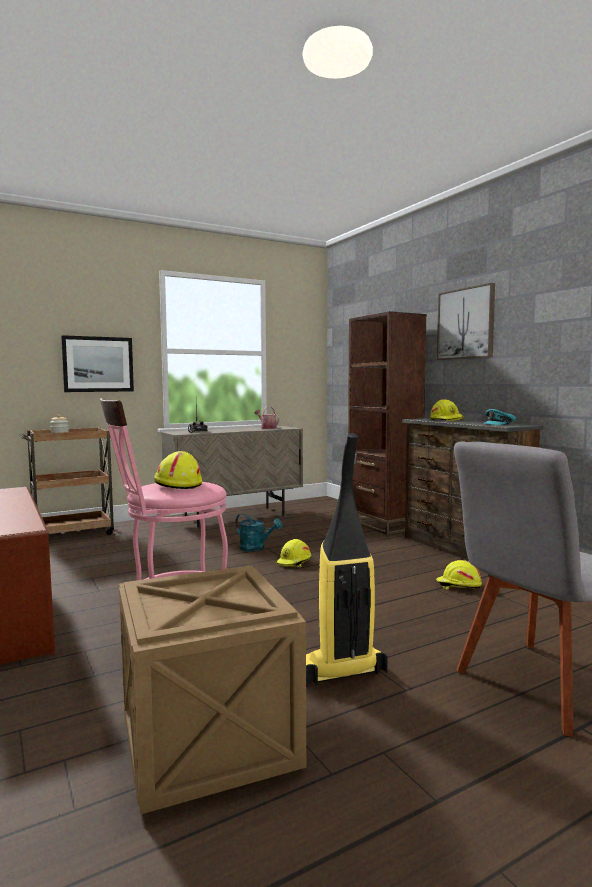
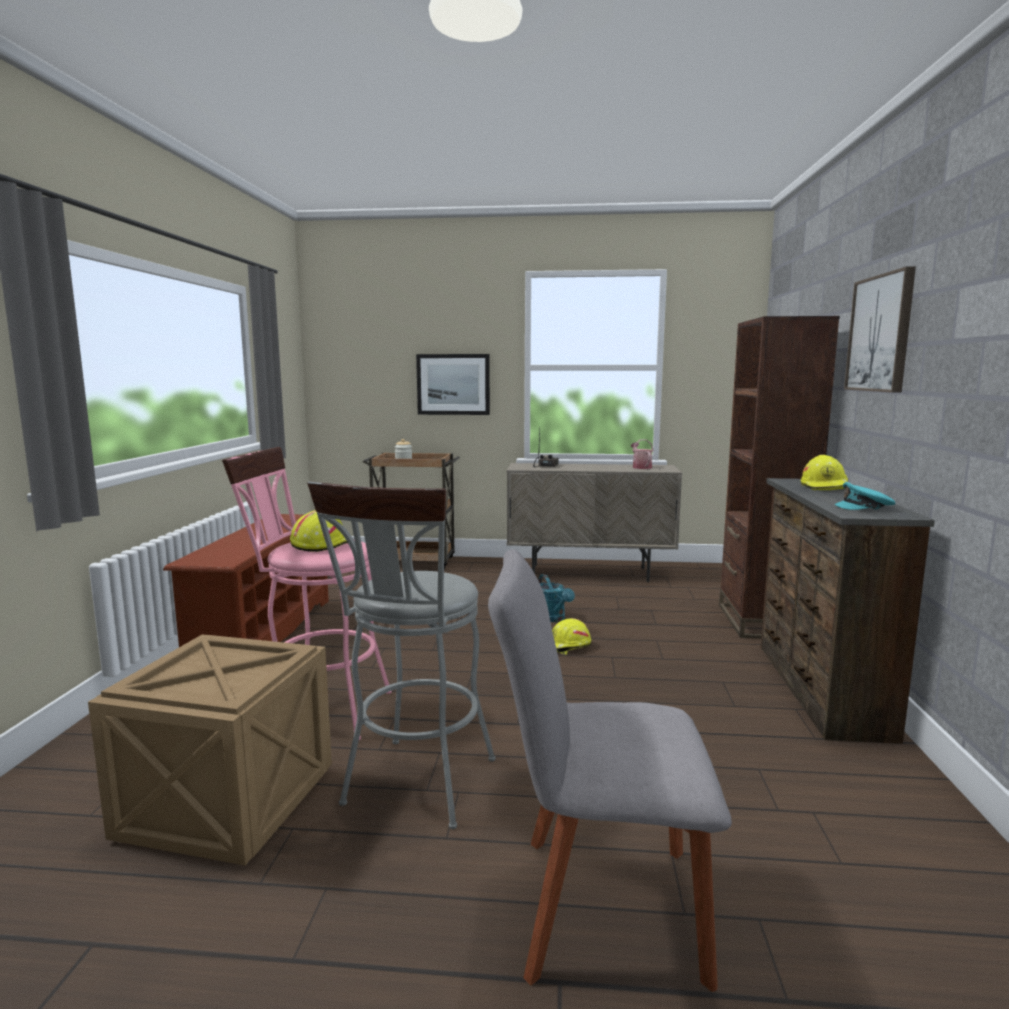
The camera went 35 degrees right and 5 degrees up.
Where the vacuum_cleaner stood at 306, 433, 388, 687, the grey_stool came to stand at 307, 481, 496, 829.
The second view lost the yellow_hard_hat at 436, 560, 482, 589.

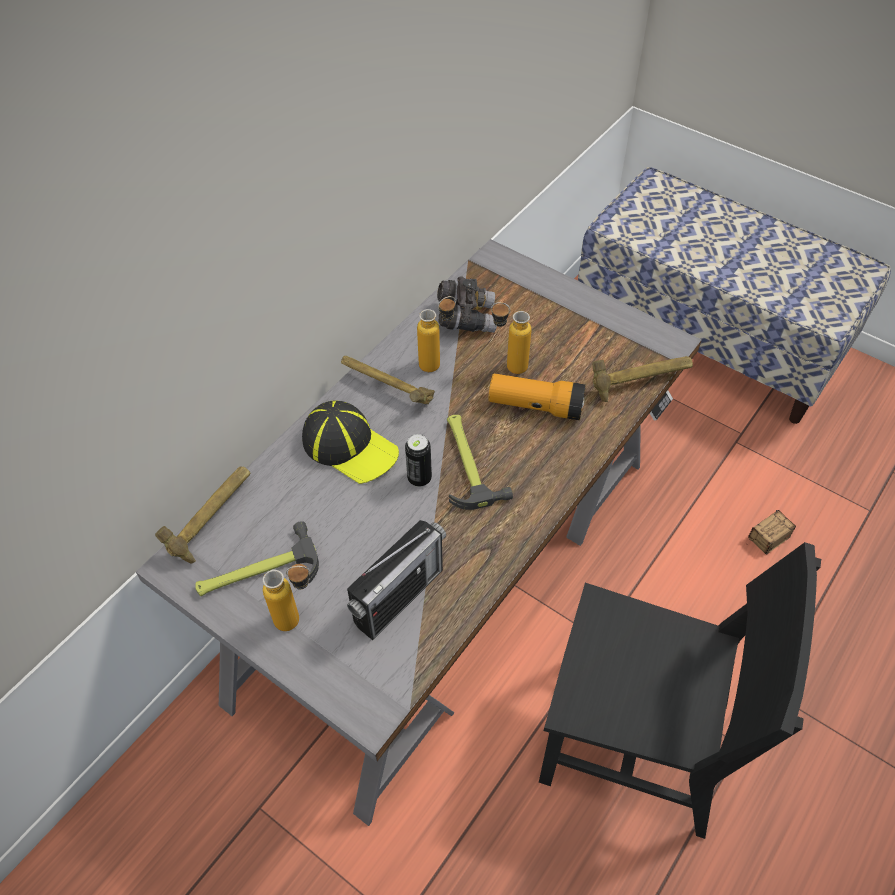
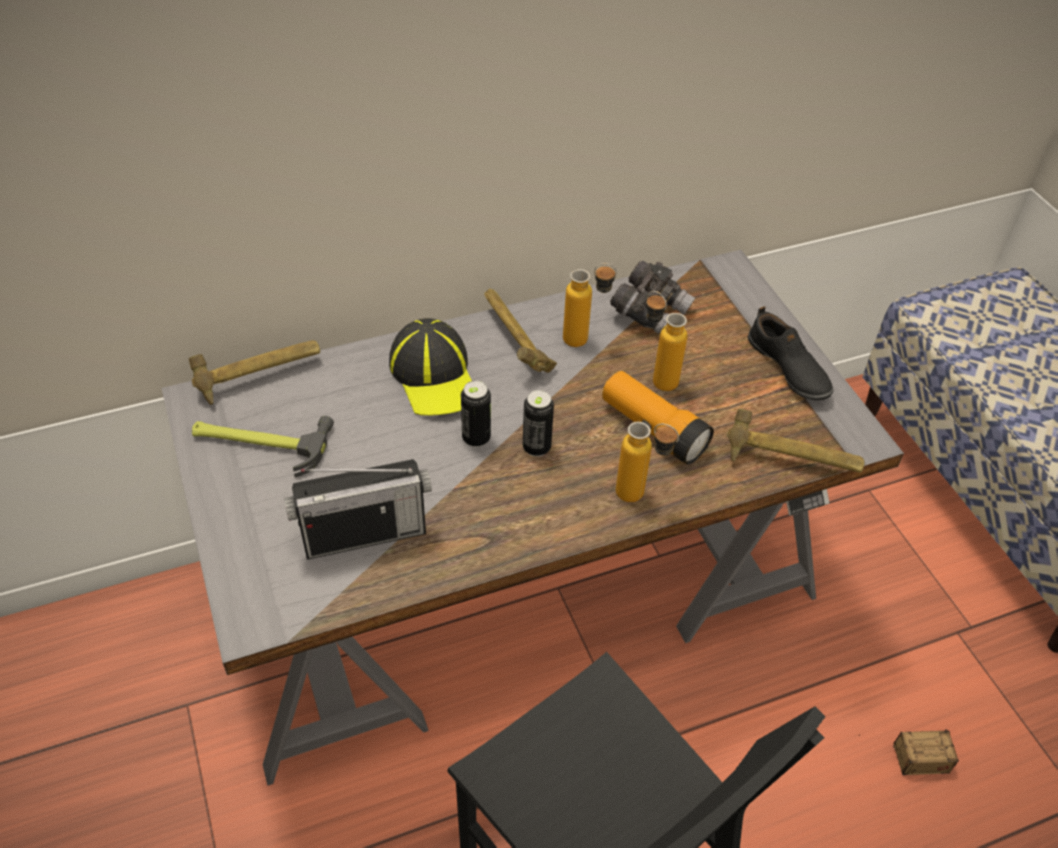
The camera went 30 degrees right and 5 degrees down.
Where the hammer stood at 447, 415, 513, 510, the can came to stand at 523, 390, 554, 457.
The bottle ended up elsewhere, having gone from 263, 564, 310, 631 to 616, 422, 679, 502.
The second view gained the black_shoe at 748, 306, 833, 400.

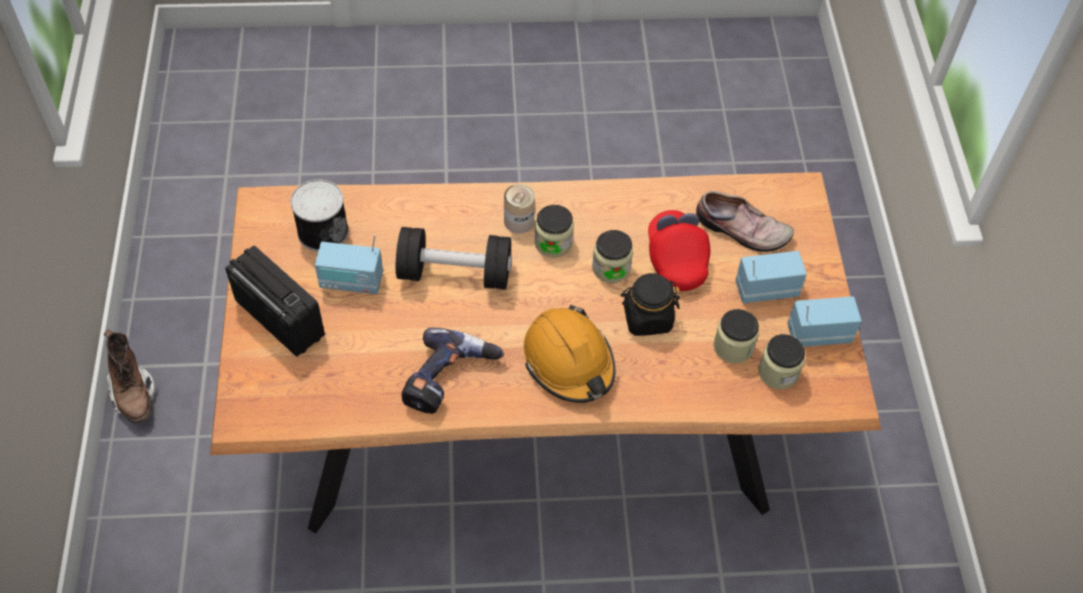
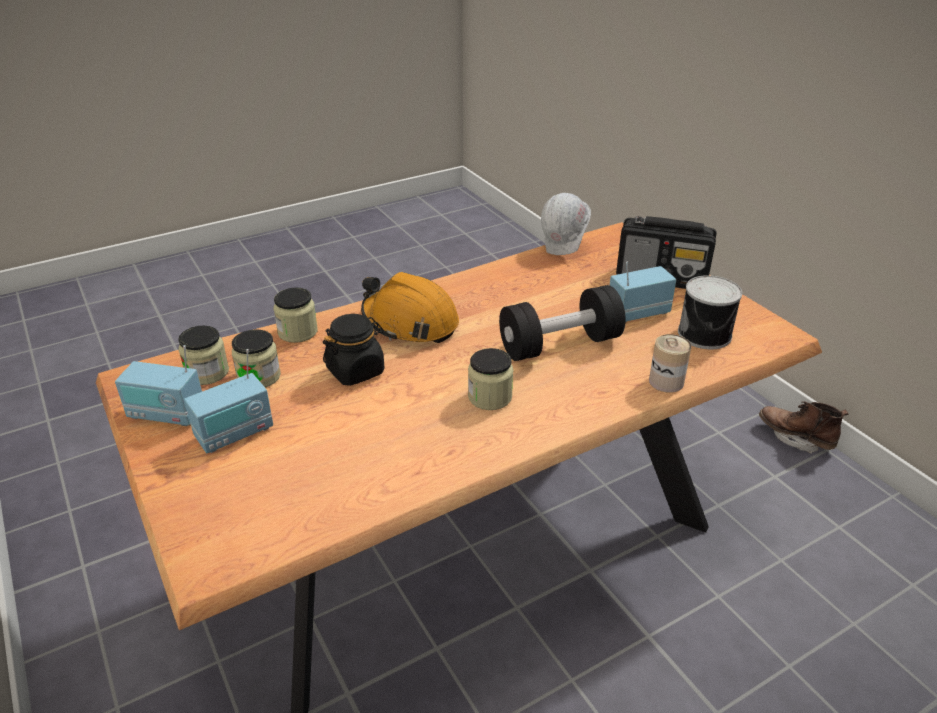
The camera went 155 degrees right and 20 degrees down.
The radio at 787, 296, 861, 347 ended up facing another way, 45 degrees clockwise from before.
The jar ended up elsewhere, having gone from 592, 230, 633, 283 to 274, 288, 318, 343.
The second view gained the white_hard_hat at 541, 193, 591, 255.
The can ended up elsewhere, having gone from 504, 184, 535, 234 to 649, 334, 692, 393.
The second view lost the power_drill at 402, 327, 504, 414.
The second view lost the red_cap at 648, 210, 710, 291.
The second view lost the shoe at 696, 191, 794, 252.

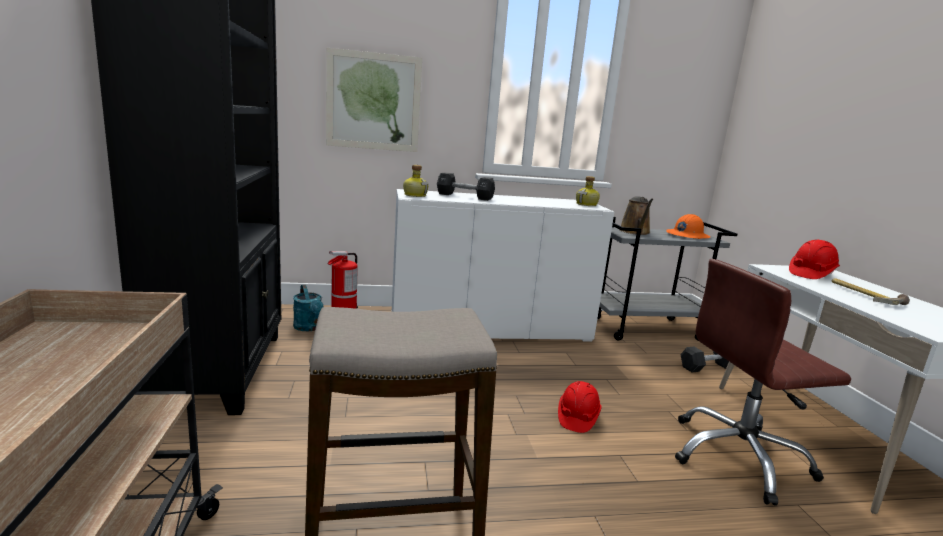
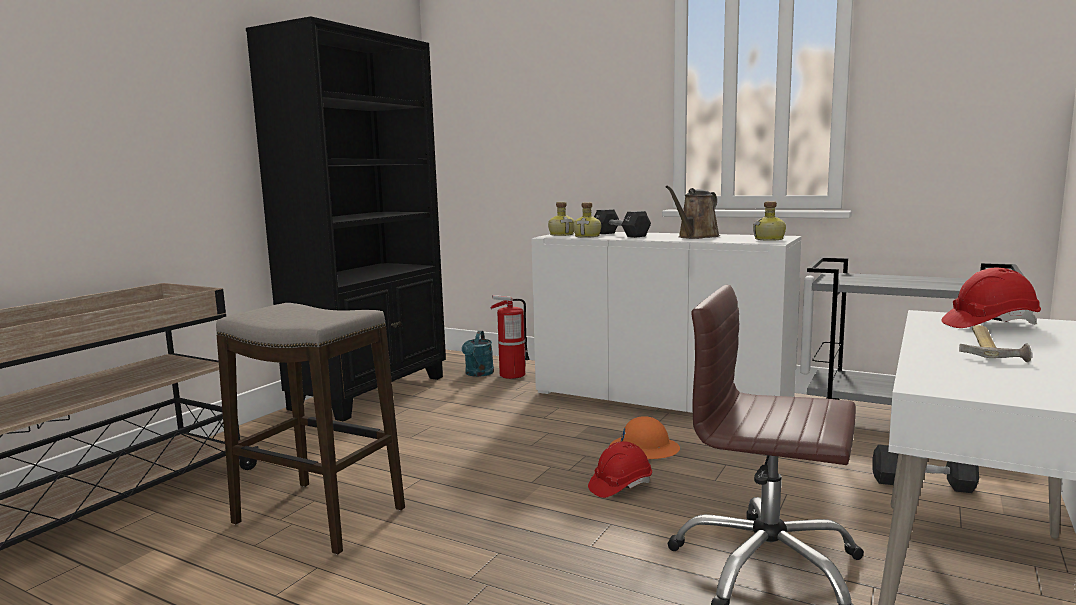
The camera went 40 degrees right and 5 degrees down.
The second view gained the bottle at 573, 202, 601, 238.
The orange_hard_hat ended up elsewhere, having gone from 666, 214, 710, 239 to 610, 416, 680, 459.
The brown_watering_can ended up elsewhere, having gone from 619, 197, 653, 235 to 666, 186, 720, 239.
The second view lost the picture at 326, 48, 422, 152.

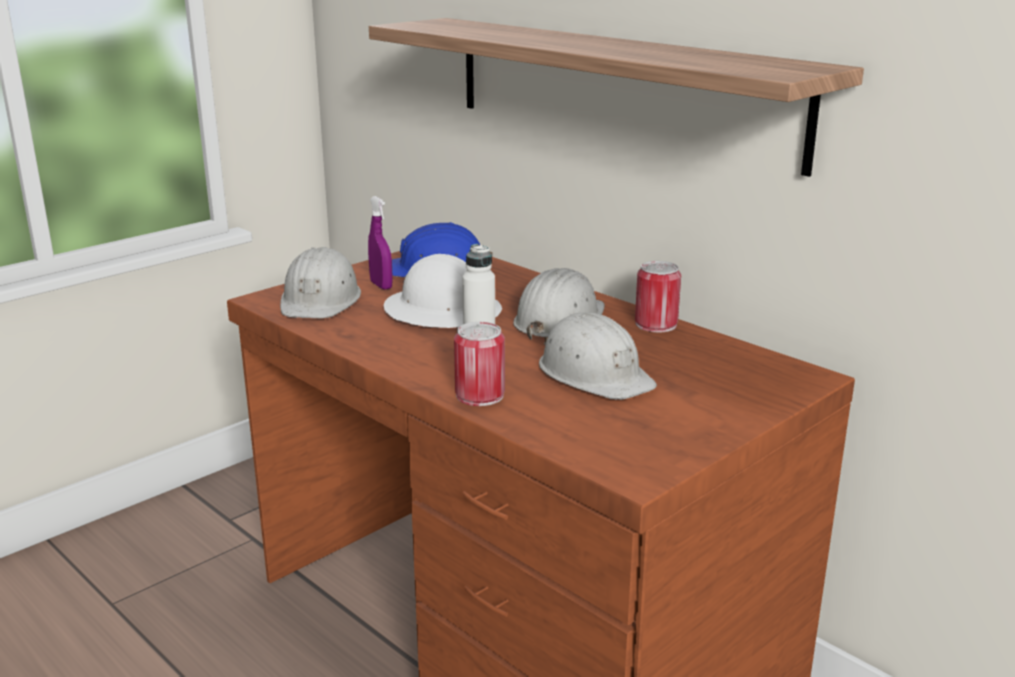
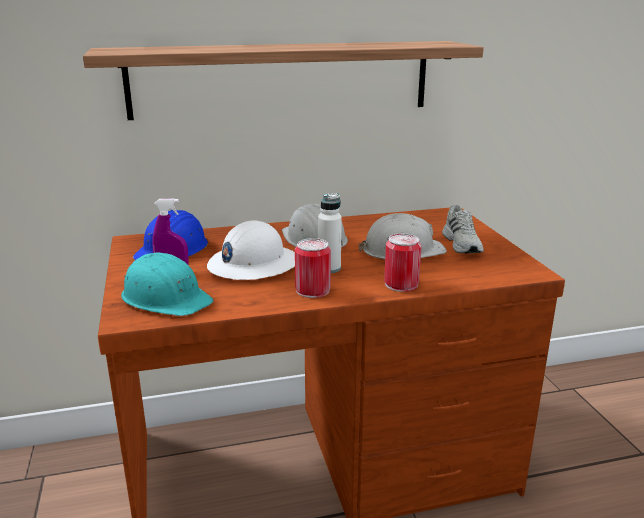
The camera went 60 degrees left and 0 degrees up.
What was the white_hard_hat at 280, 247, 361, 318 turned into the turquoise_hard_hat at 121, 253, 214, 316.
The can ended up elsewhere, having gone from 635, 261, 681, 332 to 295, 238, 331, 298.
The second view gained the white_shoe at 442, 205, 484, 253.

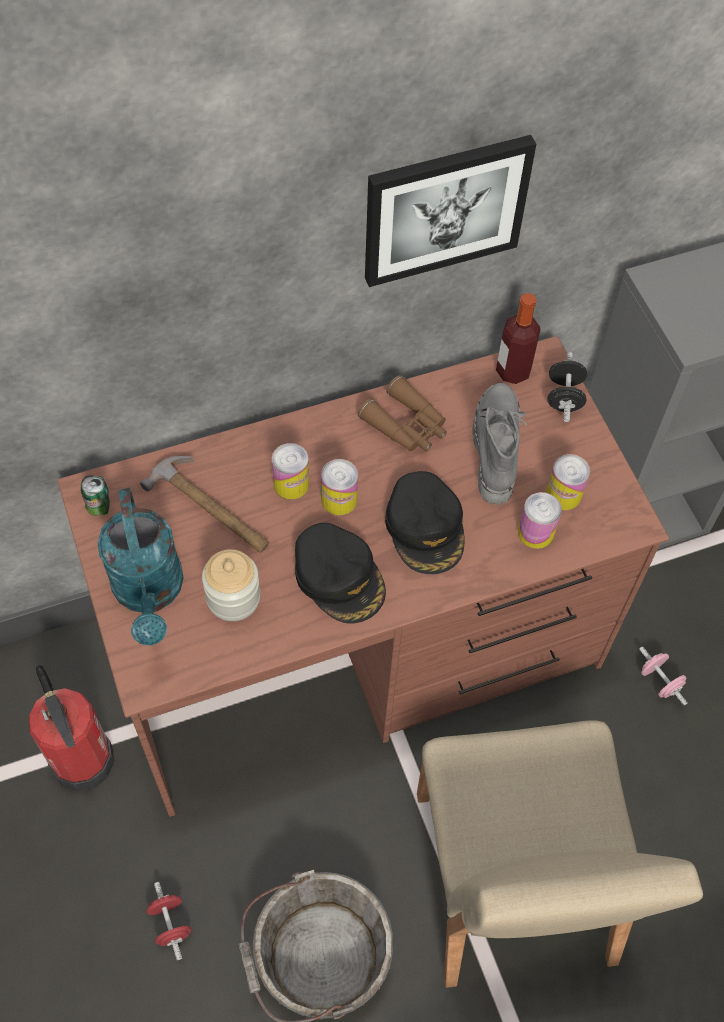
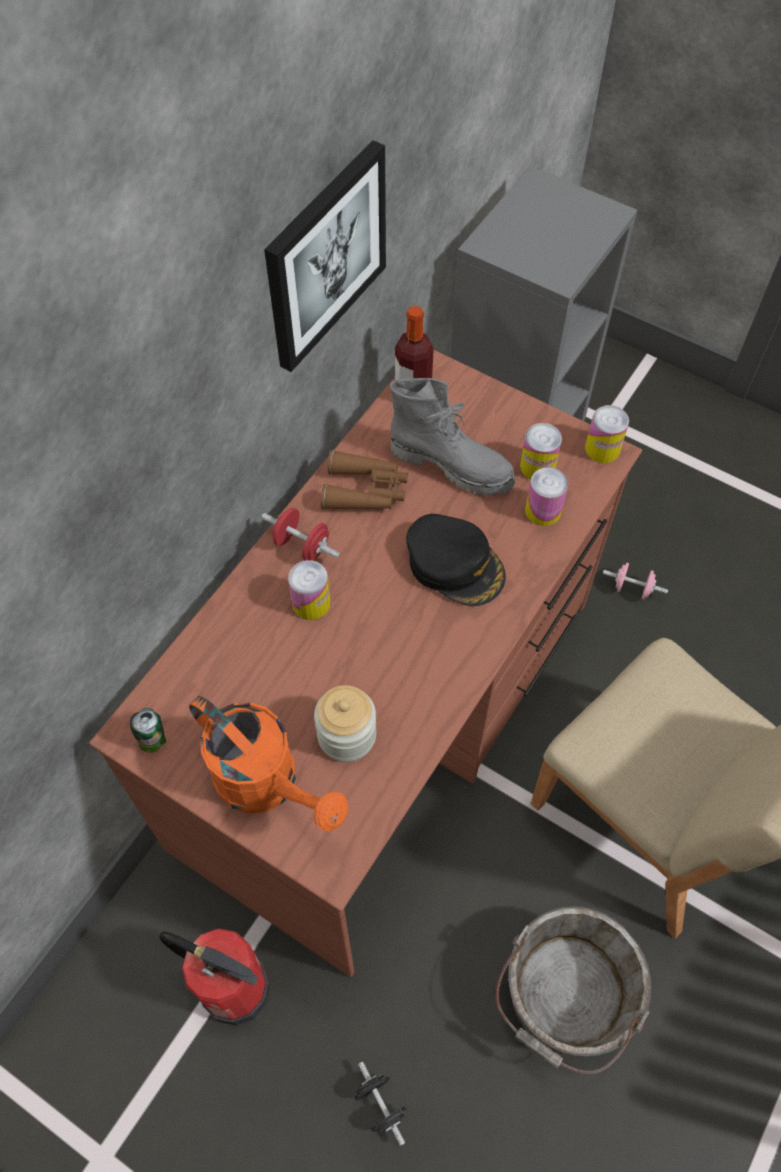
The camera went 35 degrees left and 0 degrees up.
What was the turquoise_watering_can at 98, 487, 184, 645 turned into the orange_watering_can at 189, 696, 348, 831.
The red_dumbbell ended up elsewhere, having gone from 146, 882, 191, 961 to 262, 508, 340, 561.
The black_dumbbell ended up elsewhere, having gone from 547, 352, 587, 422 to 355, 1062, 406, 1146.
The grey_boot at 472, 383, 527, 505 ended up facing another way, 150 degrees clockwise from before.
The can ended up elsewhere, having gone from 321, 459, 358, 515 to 585, 405, 629, 463.
The second view lost the hammer at 140, 456, 269, 553.
The second view lost the black_cap at 295, 523, 386, 624.

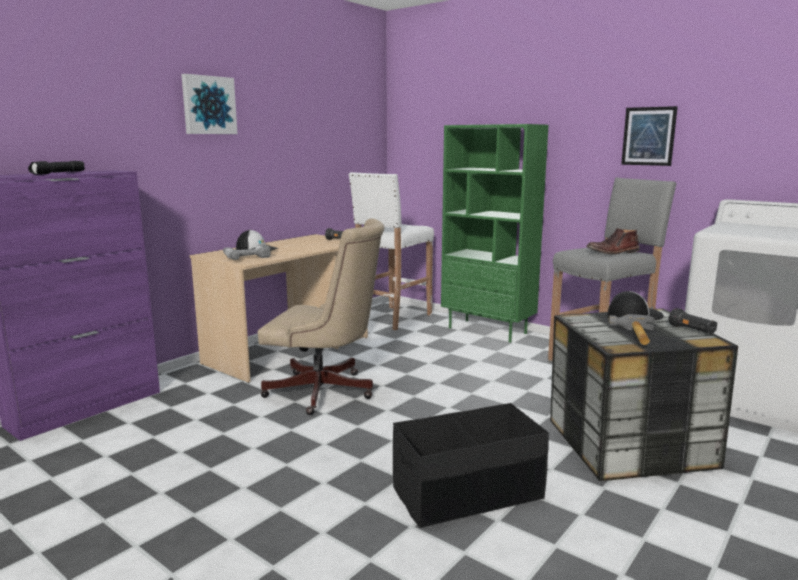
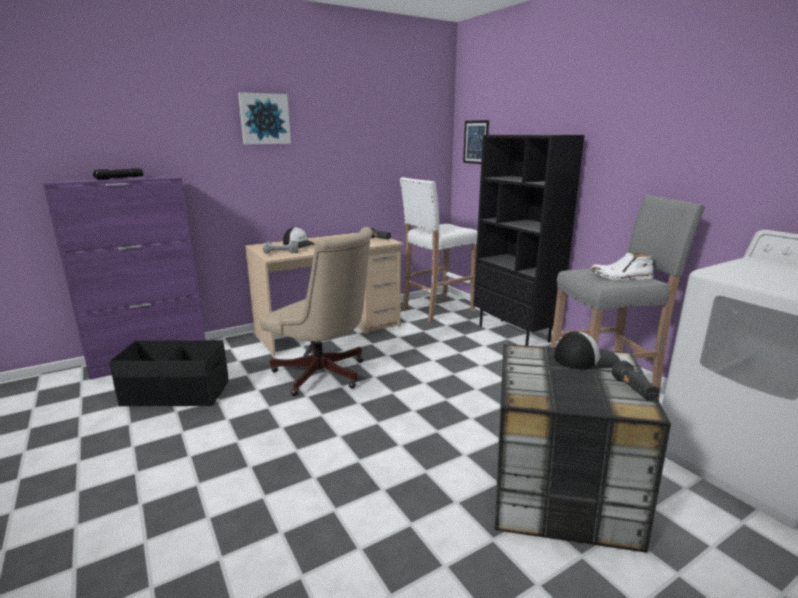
The camera went 20 degrees right and 5 degrees up.
The black_storage_box ended up elsewhere, having gone from 393, 403, 549, 528 to 109, 340, 229, 406.
The picture ended up elsewhere, having gone from 621, 106, 678, 166 to 463, 120, 489, 164.
What was the green_bookcase at 441, 124, 549, 342 turned into the black_bookcase at 474, 135, 584, 346.
What was the brown_boot at 586, 228, 640, 254 turned into the white_boot at 590, 252, 654, 280.
The second view lost the hammer at 608, 314, 655, 345.

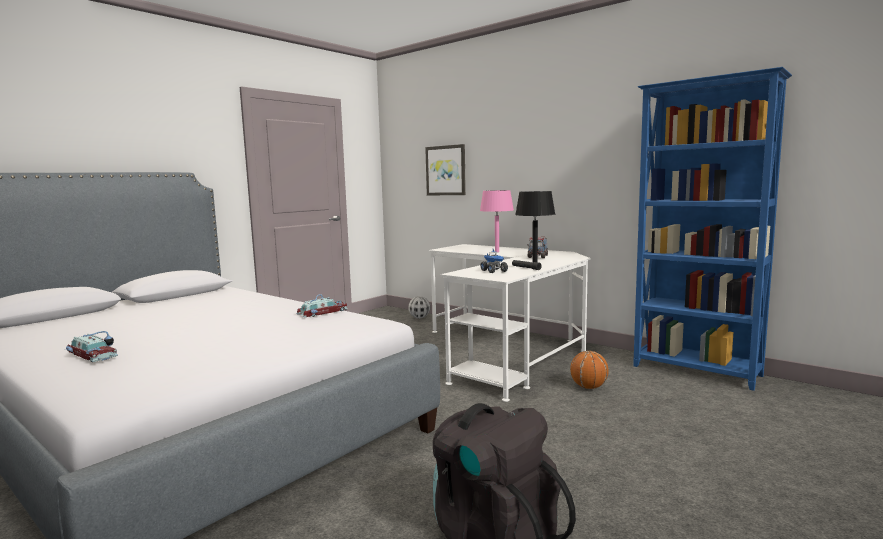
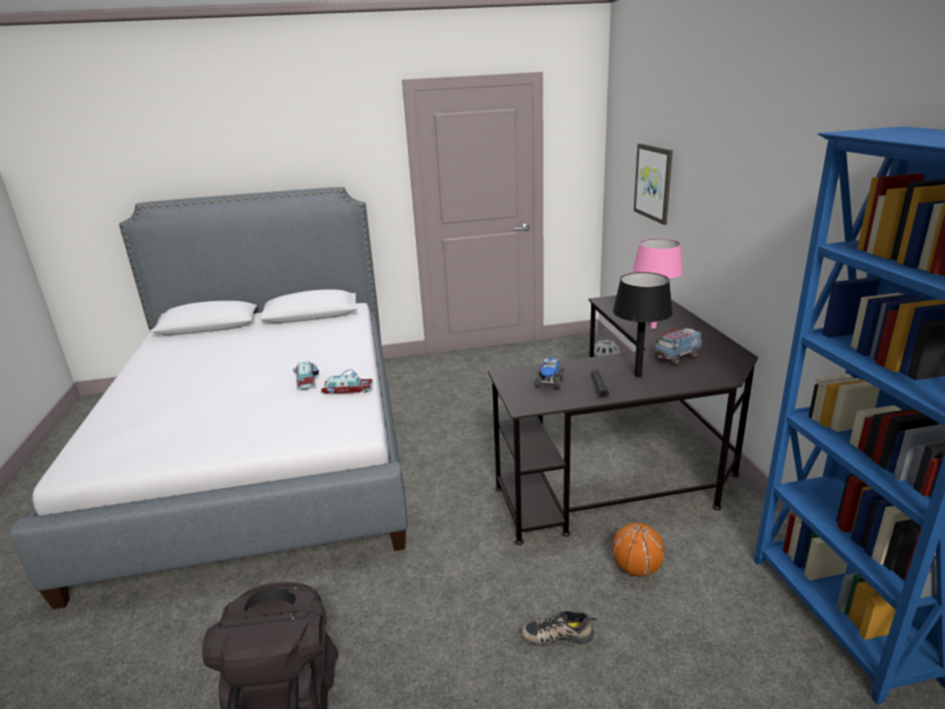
The camera went 40 degrees right and 15 degrees up.
The toy_car ended up elsewhere, having gone from 65, 331, 118, 362 to 292, 360, 319, 390.
What was the white_desk at 428, 244, 590, 402 turned into the black_desk at 488, 295, 758, 545.
The second view gained the shoe at 521, 611, 597, 646.

